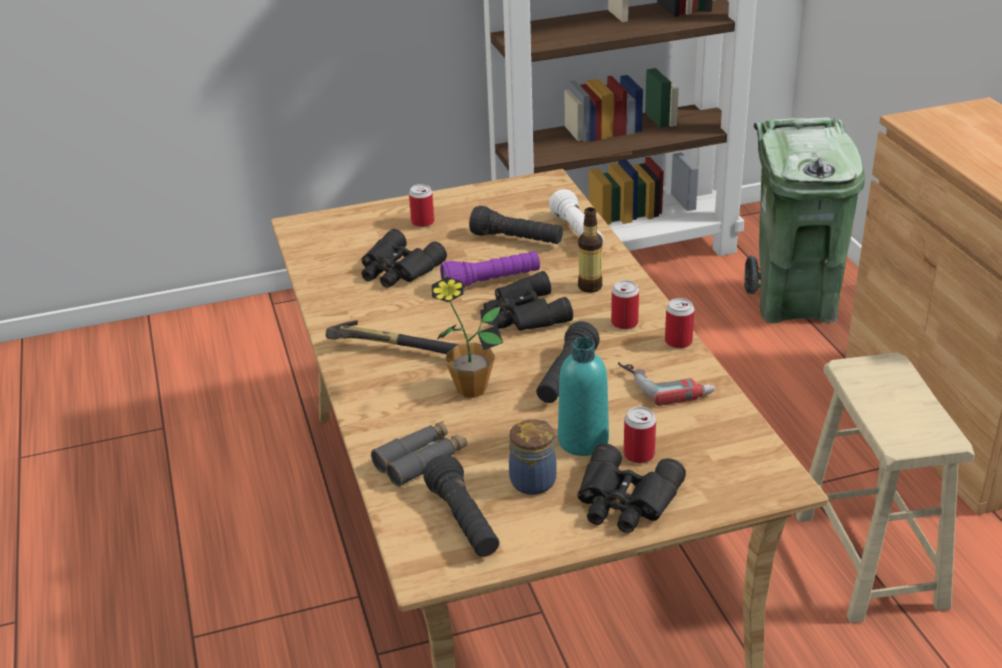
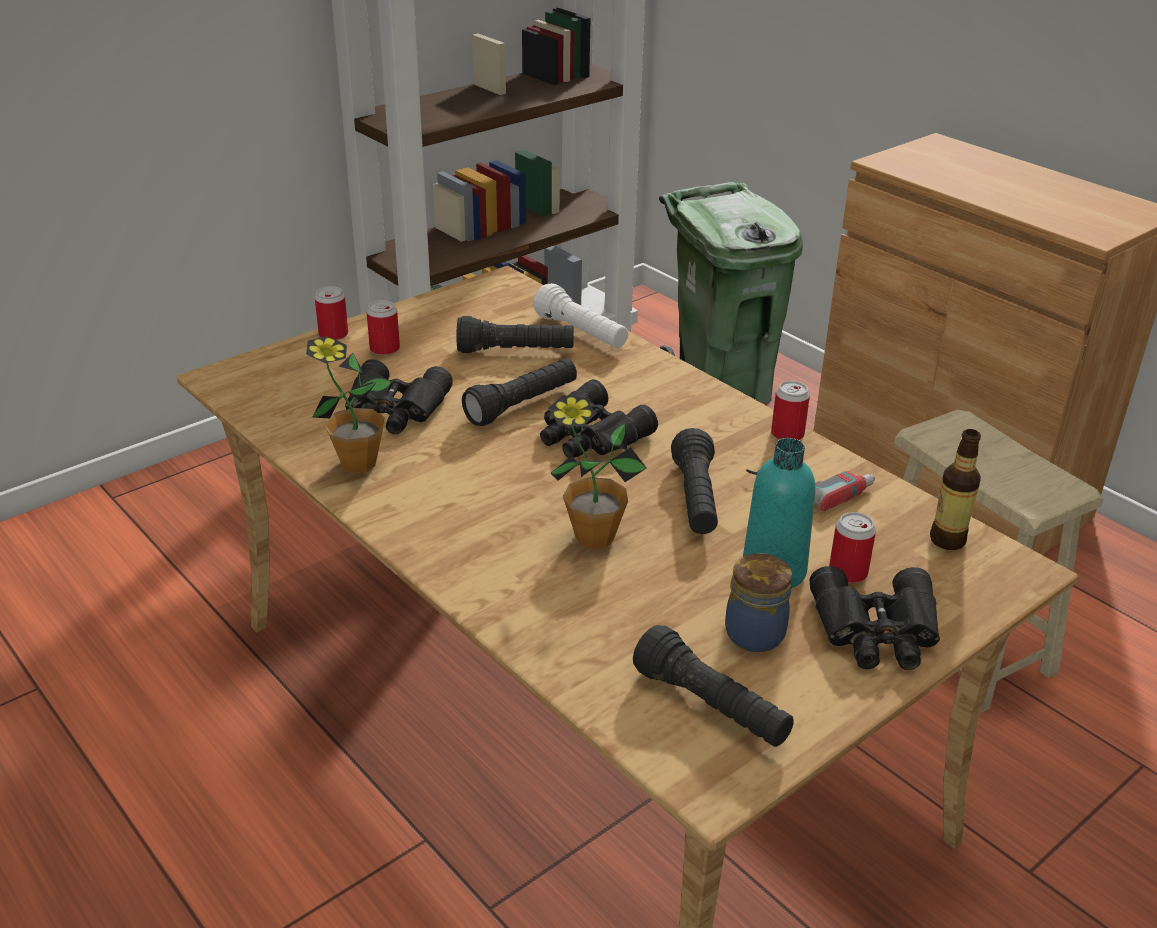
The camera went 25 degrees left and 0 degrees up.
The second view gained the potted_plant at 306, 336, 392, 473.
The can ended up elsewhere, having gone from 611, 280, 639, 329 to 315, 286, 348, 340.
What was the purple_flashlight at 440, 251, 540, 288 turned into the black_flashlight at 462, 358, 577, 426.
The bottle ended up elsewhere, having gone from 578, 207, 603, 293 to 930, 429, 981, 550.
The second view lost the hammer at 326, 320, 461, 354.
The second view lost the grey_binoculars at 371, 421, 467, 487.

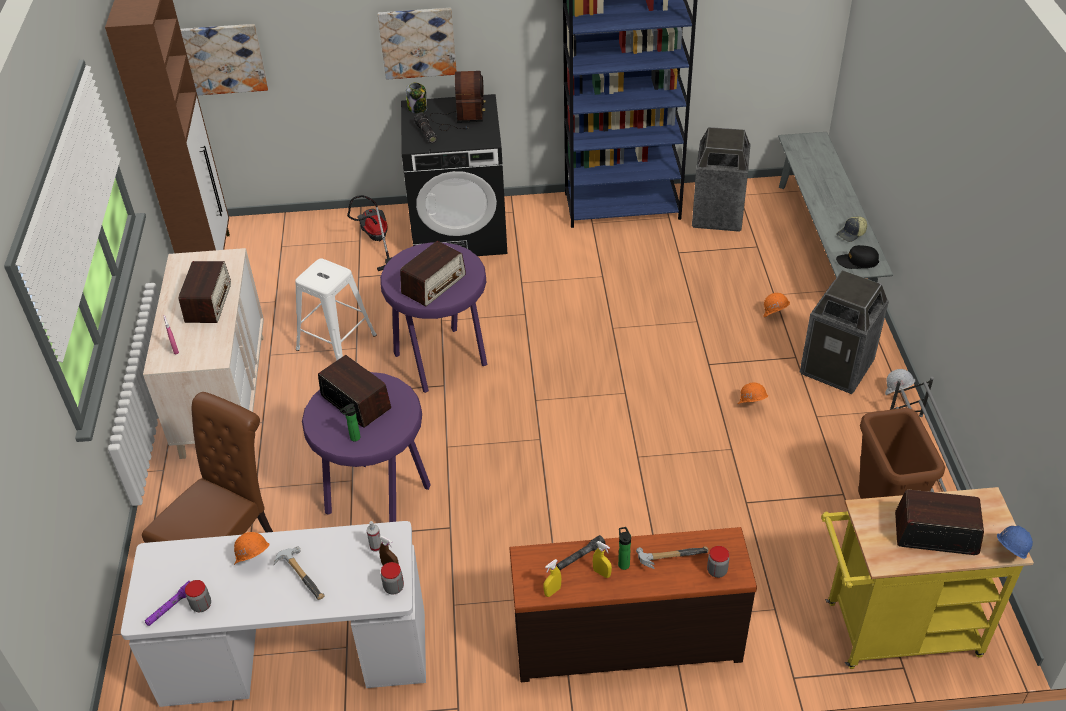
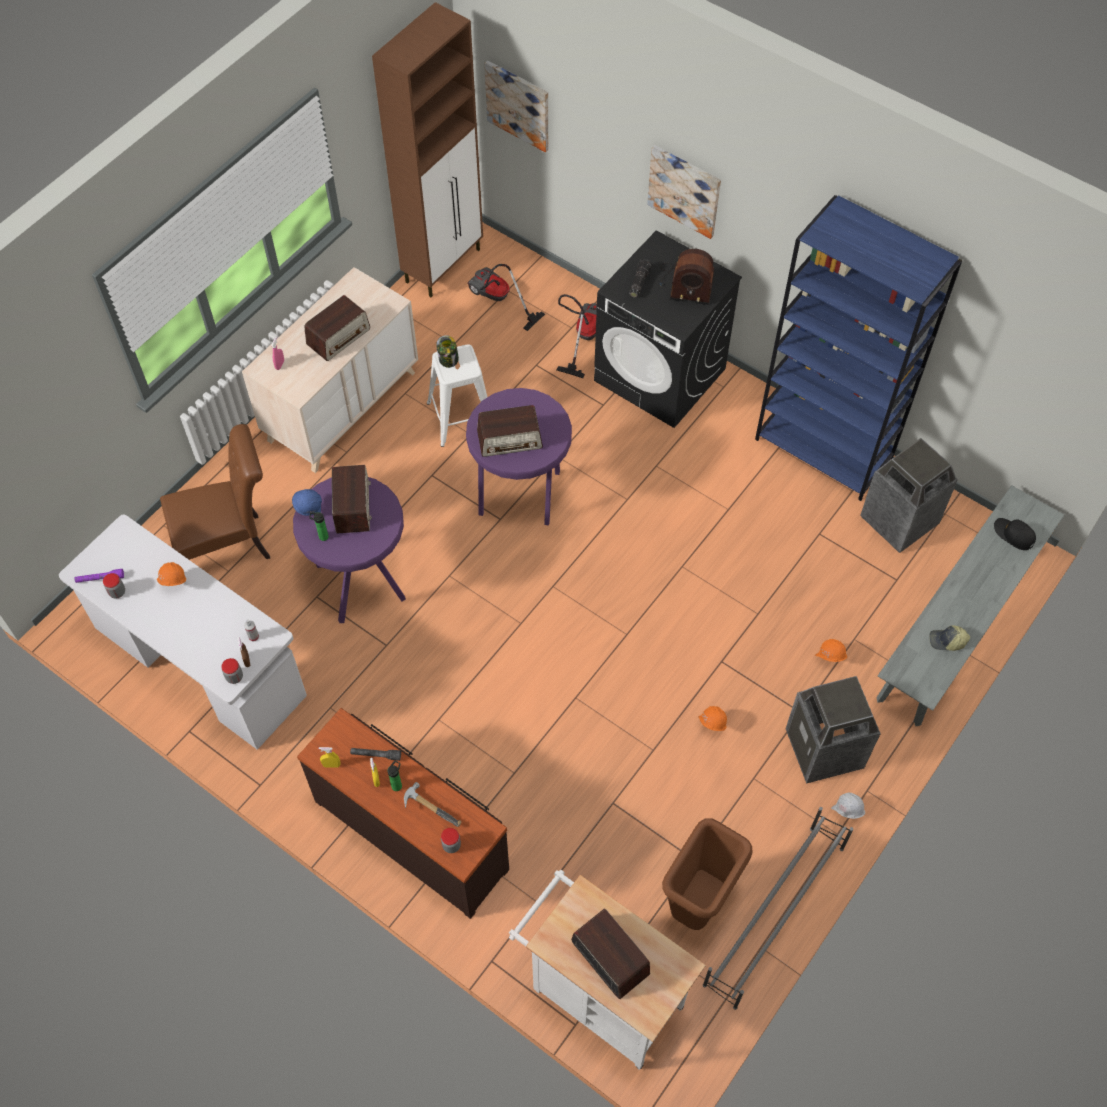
The camera went 40 degrees right and 15 degrees up.
The blue_hard_hat ended up elsewhere, having gone from 997, 526, 1033, 559 to 292, 489, 322, 516.
The jar ended up elsewhere, having gone from 406, 82, 427, 114 to 436, 335, 459, 368.
The second view gained the vacuum_cleaner at 467, 264, 545, 331.
What was the yellow_cart at 821, 487, 1034, 669 turned into the white_cart at 509, 870, 706, 1070.
The radio at 430, 71, 486, 131 ended up facing another way, 60 degrees clockwise from before.
The black_cap ended up elsewhere, having gone from 836, 245, 879, 269 to 994, 518, 1036, 550.
The second view lost the hammer at 273, 546, 325, 600.

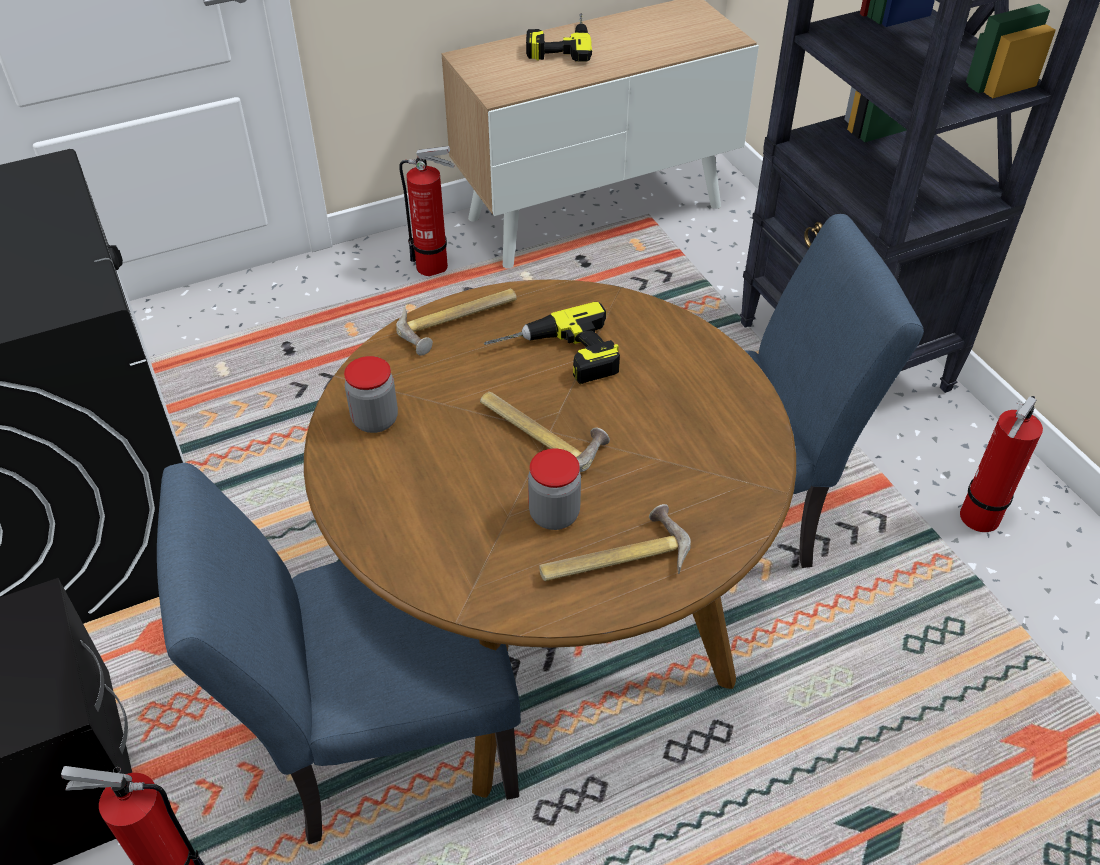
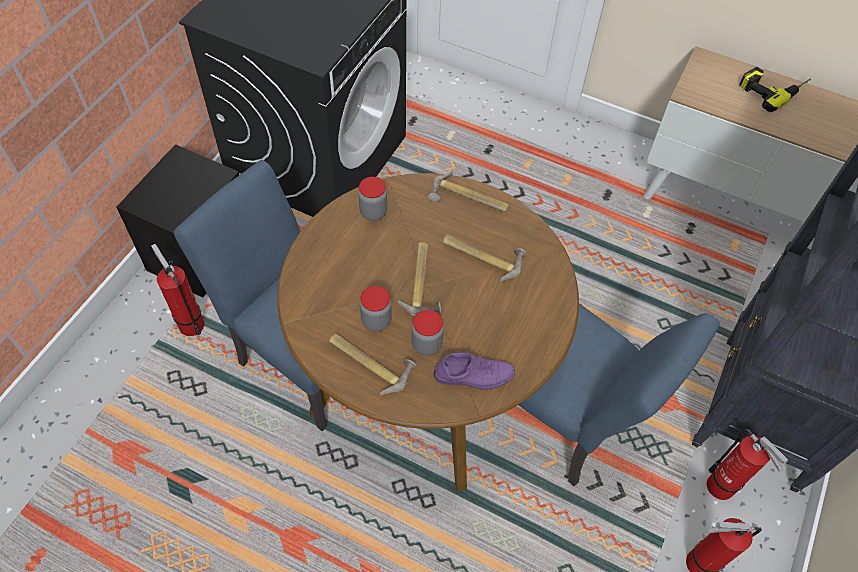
The camera went 50 degrees right and 10 degrees up.
The second view gained the jar at 412, 310, 444, 356.
The second view gained the purple_shoe at 434, 353, 515, 390.
Where the power_drill stood at 484, 302, 620, 384, the hammer came to stand at 443, 235, 527, 282.
The fire_extinguisher ended up elsewhere, having gone from 399, 146, 455, 276 to 707, 429, 788, 500.

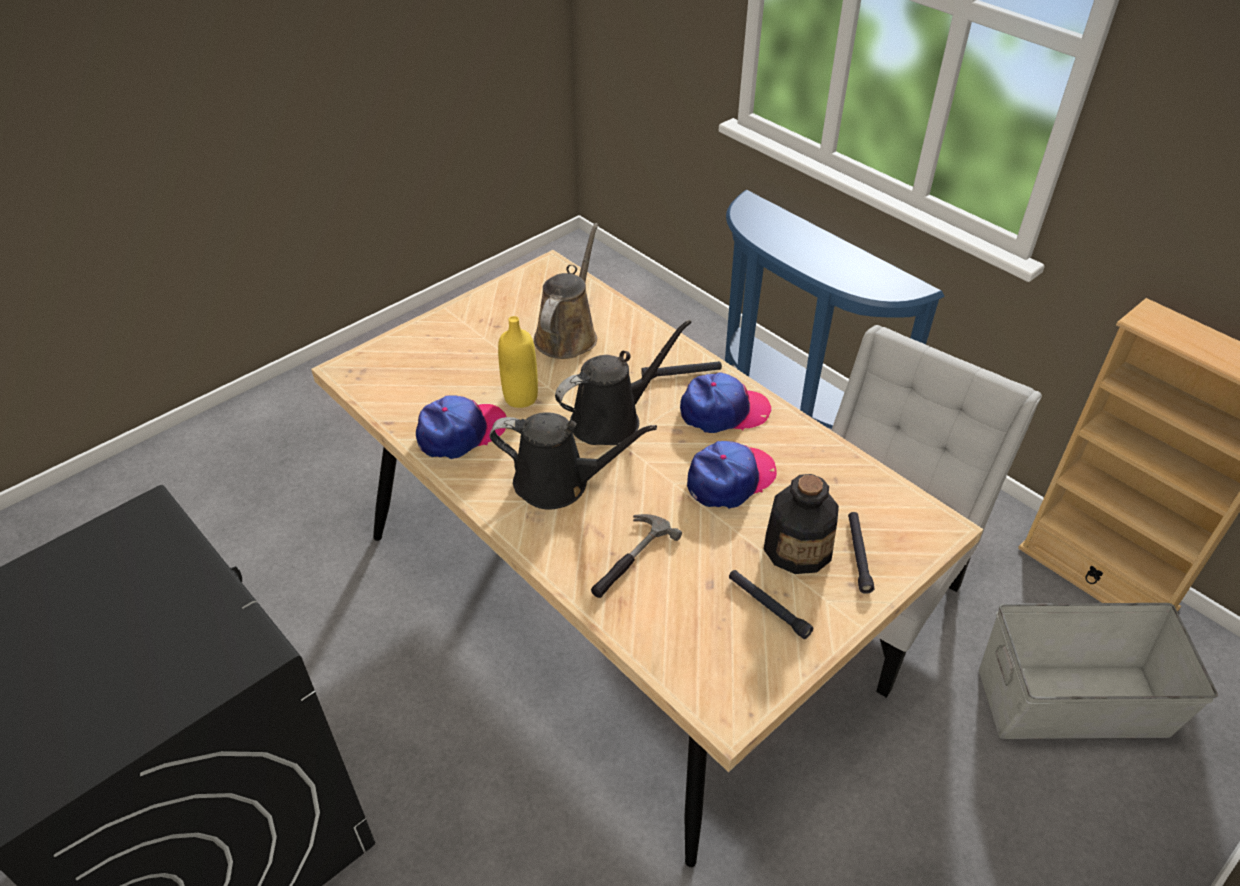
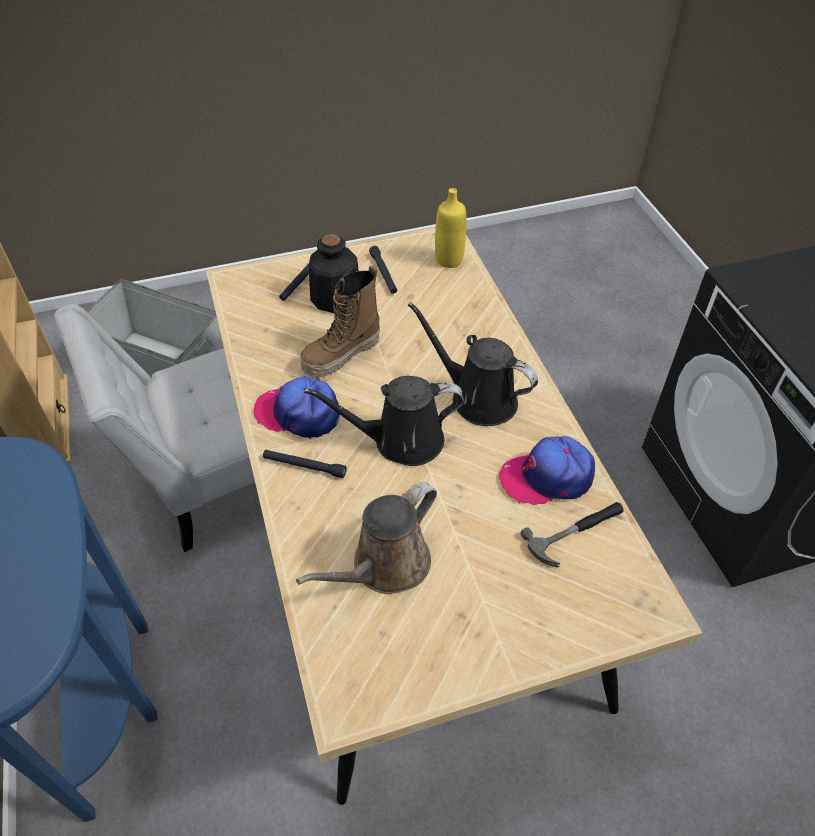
The camera went 155 degrees left and 5 degrees up.
Where the cap stood at 687, 441, 777, 509, the boot came to stand at 300, 266, 380, 377.
The yellow_bottle ended up elsewhere, having gone from 498, 316, 538, 408 to 435, 188, 466, 268.
The hammer ended up elsewhere, having gone from 591, 514, 682, 598 to 520, 502, 623, 568.

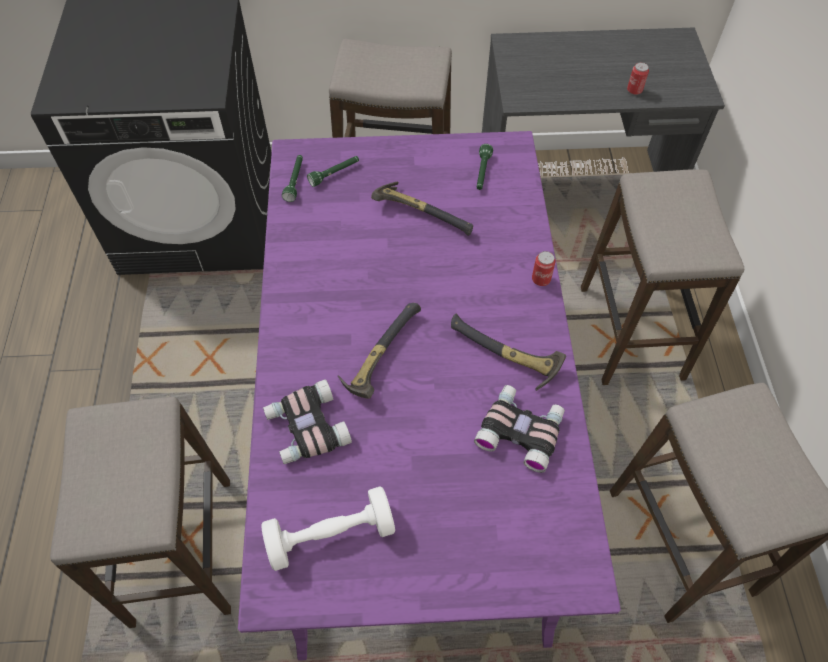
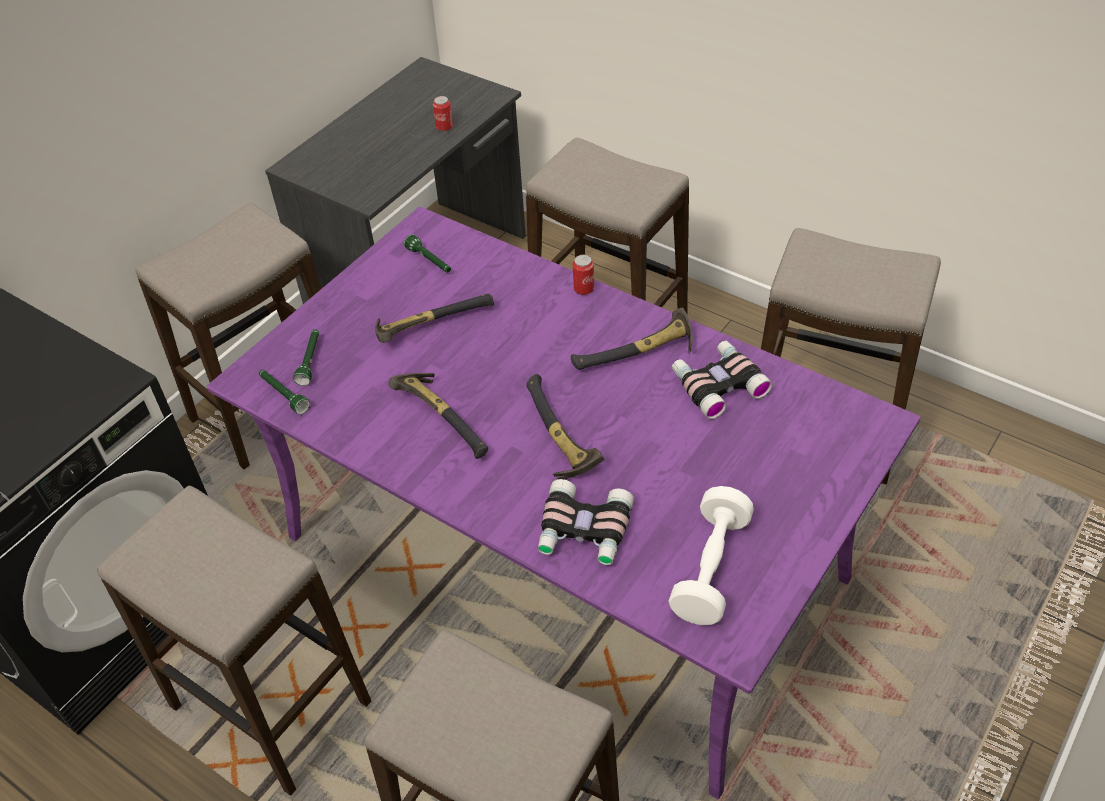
The camera went 50 degrees left and 10 degrees down.
The second view gained the stool at 97, 485, 371, 796.
The second view gained the hammer at 388, 373, 488, 459.

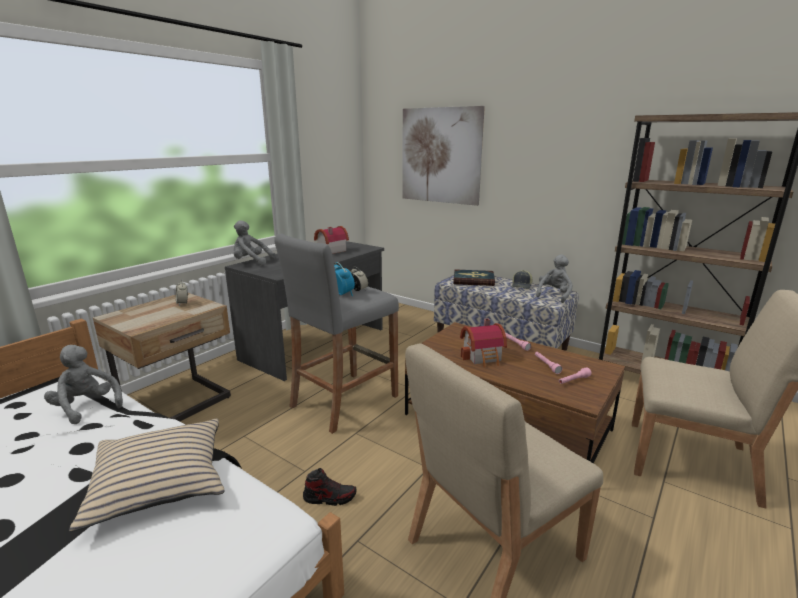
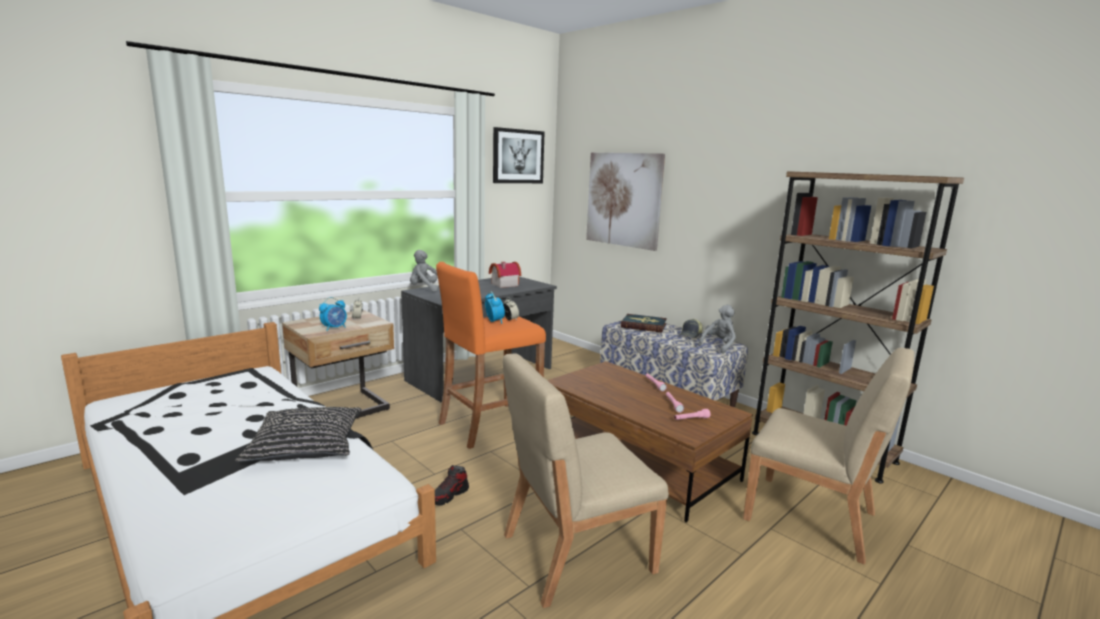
The camera went 10 degrees right and 5 degrees down.
What was the beige_pillow at 69, 419, 224, 532 turned into the black_pillow at 235, 407, 361, 462.
The second view gained the alarm_clock at 319, 297, 347, 331.
The shoe at 303, 468, 357, 506 ended up facing another way, 120 degrees clockwise from before.
What was the grey_stool at 274, 234, 399, 434 turned into the orange_stool at 436, 262, 546, 449.
The second view gained the picture at 493, 127, 544, 183.
The second view lost the grey_plush_toy at 44, 345, 123, 424.
The second view lost the toy_house at 460, 319, 507, 368.

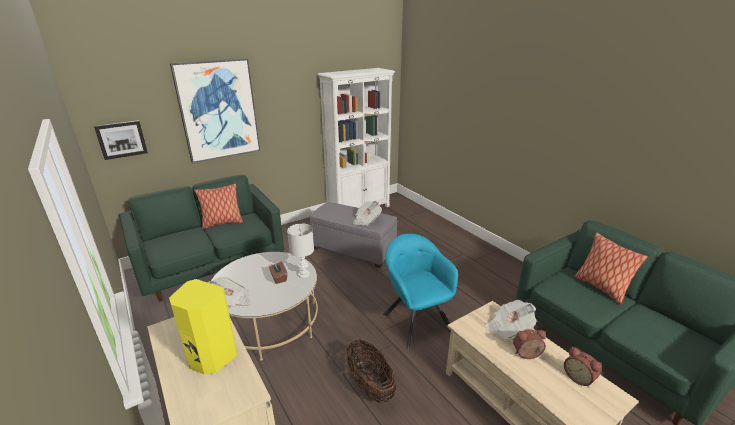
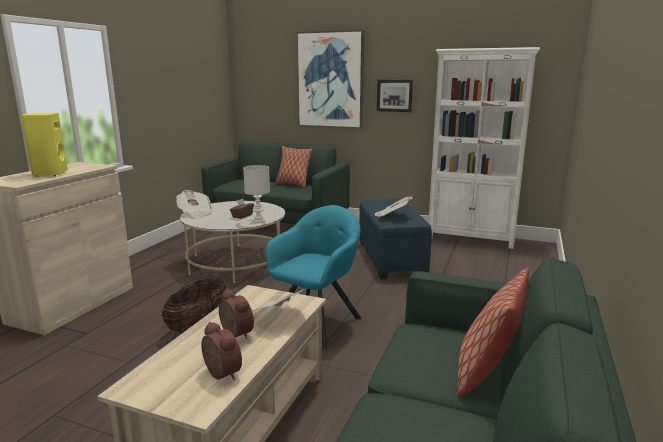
The camera went 55 degrees right and 10 degrees down.
The alarm_clock at 564, 347, 601, 388 ended up facing another way, 120 degrees clockwise from before.
What was the grey_ottoman at 309, 202, 398, 268 turned into the blue_ottoman at 359, 199, 432, 279.
The picture ended up elsewhere, having gone from 94, 120, 148, 160 to 377, 80, 413, 112.

